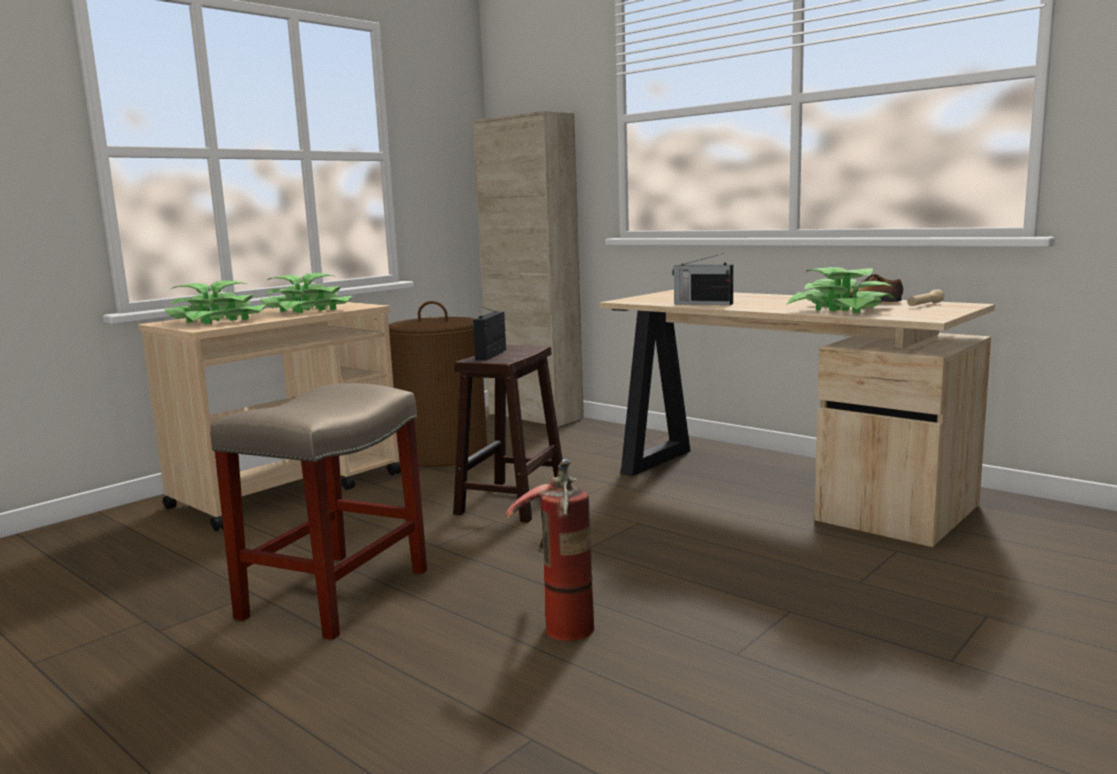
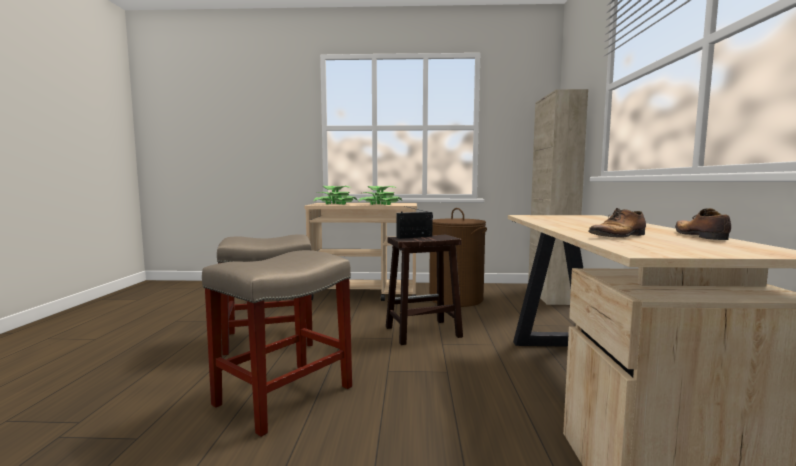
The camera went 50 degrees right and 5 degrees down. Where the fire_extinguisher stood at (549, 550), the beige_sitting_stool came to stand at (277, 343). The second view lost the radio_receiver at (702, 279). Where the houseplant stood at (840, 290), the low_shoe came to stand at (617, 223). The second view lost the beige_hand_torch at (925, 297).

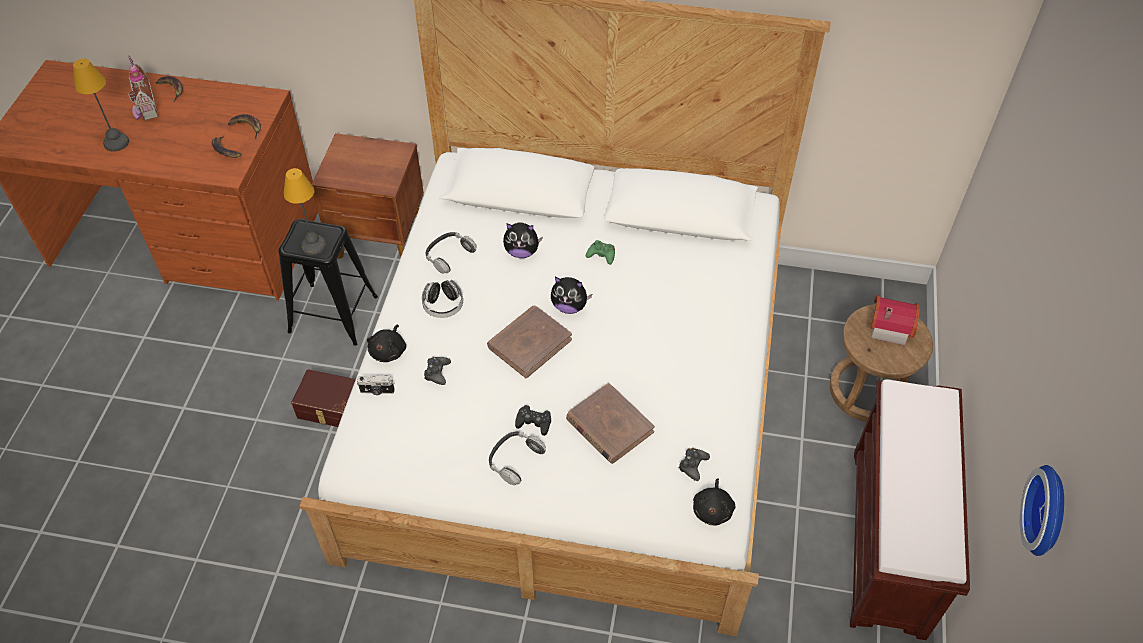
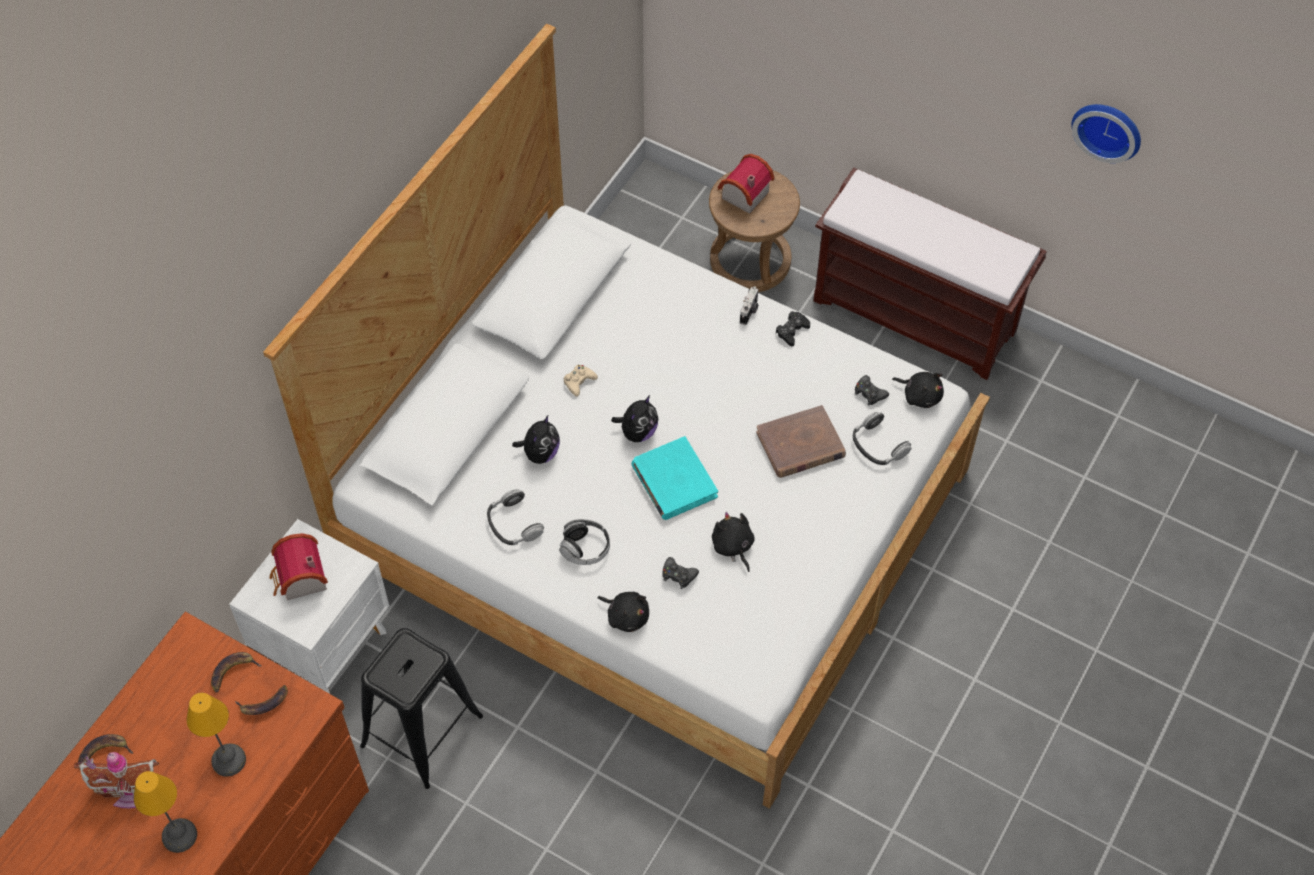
The camera went 70 degrees left and 5 degrees up. The lamp_for_a_table ended up elsewhere, having gone from (304, 211) to (216, 735). The second view lost the brown-coloured_storage_bin at (323, 398). What was the brown-coloured_bedside_table at (368, 196) turned into the white-coloured_bedside_table at (309, 606). The still_camera ended up elsewhere, having gone from (376, 385) to (749, 305). What was the brown-coloured_bound_book at (529, 342) turned into the turquoise-coloured_bound_book at (675, 478). The headphones ended up elsewhere, having gone from (517, 458) to (882, 438). The blackish_joypad ended up elsewhere, having gone from (533, 420) to (793, 328). What was the greenish_joypad at (600, 252) turned into the beige_joypad at (581, 381). The second view gained the model_house at (299, 566). The second view gained the blackish_plush_toy at (733, 542).

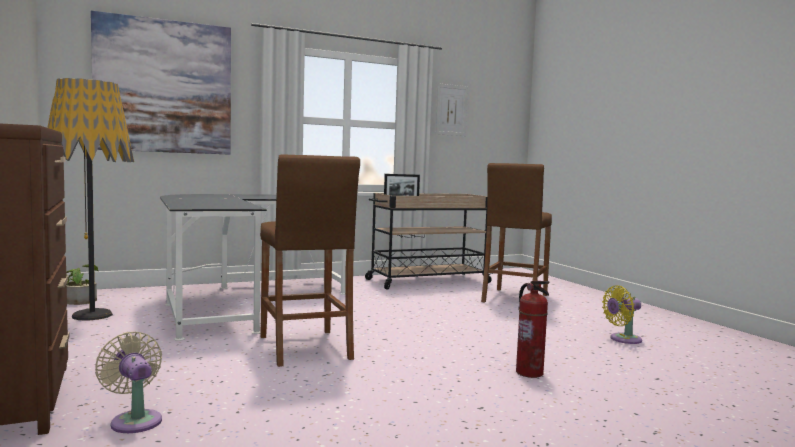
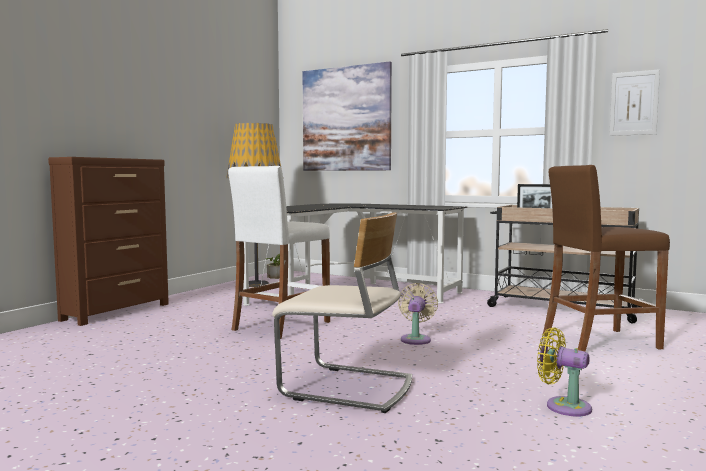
The camera went 55 degrees right and 0 degrees up. The beige_electric_fan ended up elsewhere, having gone from (128, 382) to (418, 314). What was the brown-coloured_sitting_stool at (310, 260) turned into the white-coloured_sitting_stool at (279, 252). Where the fire_extinguisher stood at (532, 329), the beige_chair came to stand at (342, 313).

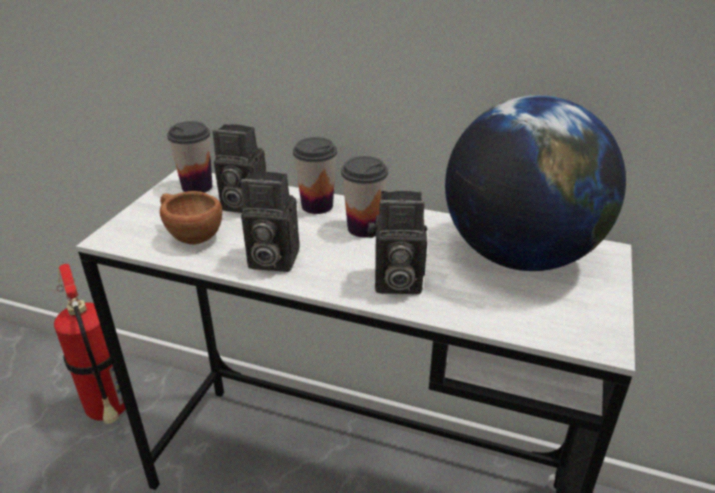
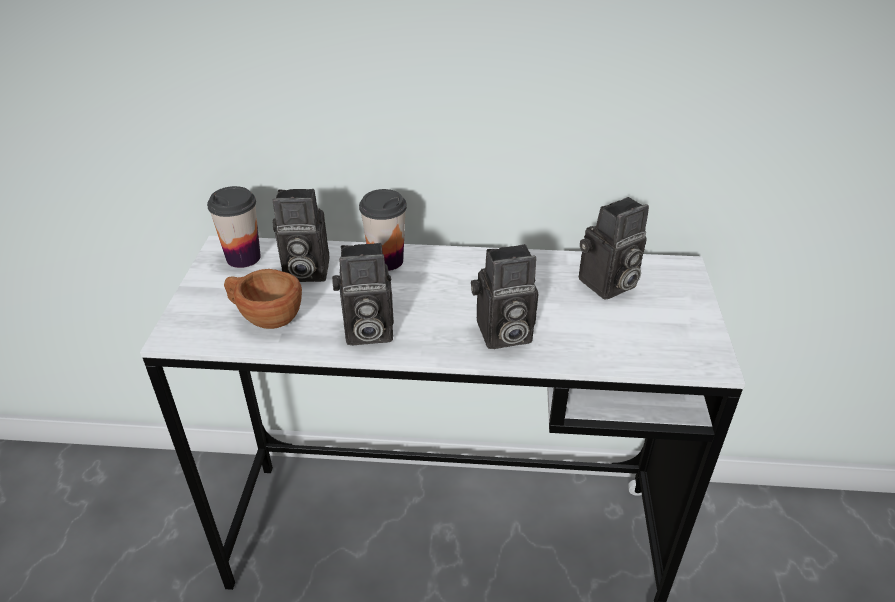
The camera went 15 degrees left and 5 degrees up. The second view lost the fire_extinguisher at (90, 344). The second view lost the drinking_cup at (364, 196). Where the globe stood at (535, 183), the still_camera came to stand at (614, 248).

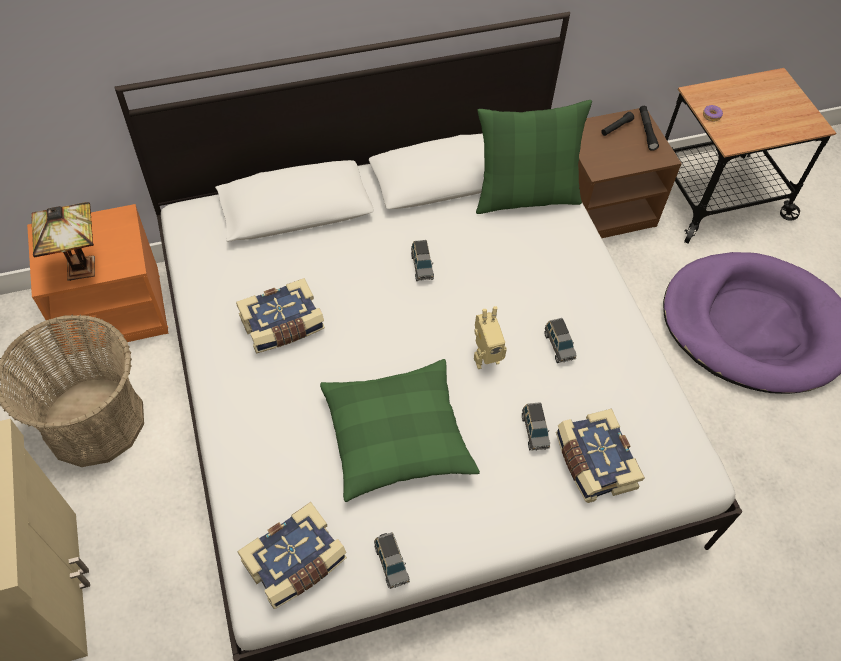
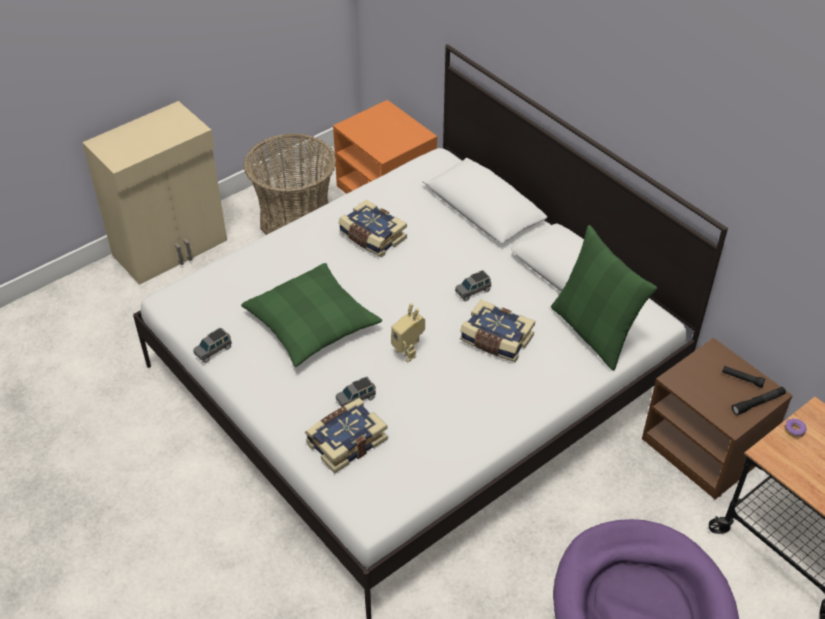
The camera went 70 degrees right and 10 degrees down. The second view lost the lamp_for_a_table at (63, 241). The bound_book ended up elsewhere, having gone from (292, 555) to (497, 331). The second view lost the gray_toy_car at (560, 340).

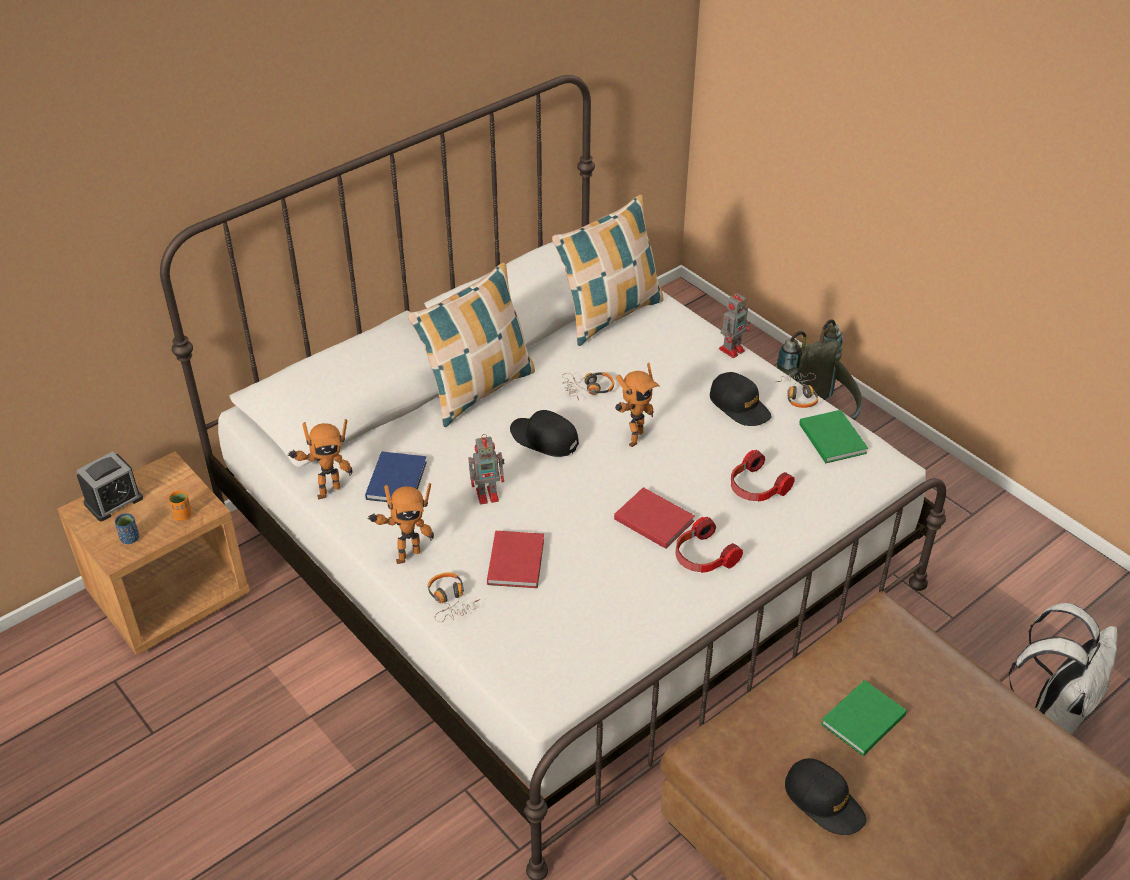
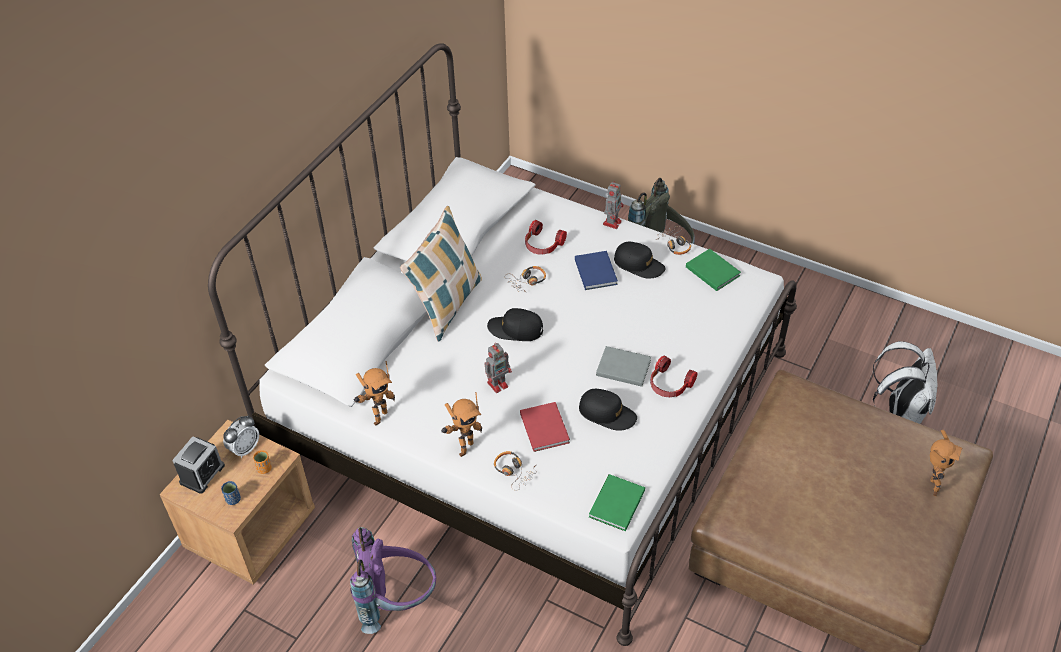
The camera went 20 degrees left and 5 degrees up. The bluish_bound_book ended up elsewhere, having gone from (396, 476) to (596, 270). The second view lost the pillow at (608, 270). What was the reddish_bound_book at (654, 518) turned into the gray_bound_book at (623, 366). The robot_figure ended up elsewhere, having gone from (637, 405) to (946, 463). The headphones ended up elsewhere, having gone from (763, 476) to (546, 237). The blackish_cap ended up elsewhere, having gone from (825, 796) to (608, 410). The greenish_bound_book ended up elsewhere, having gone from (864, 718) to (617, 502). The second view gained the bedside_clock at (241, 437). The second view gained the purplish_rucksack at (393, 580).

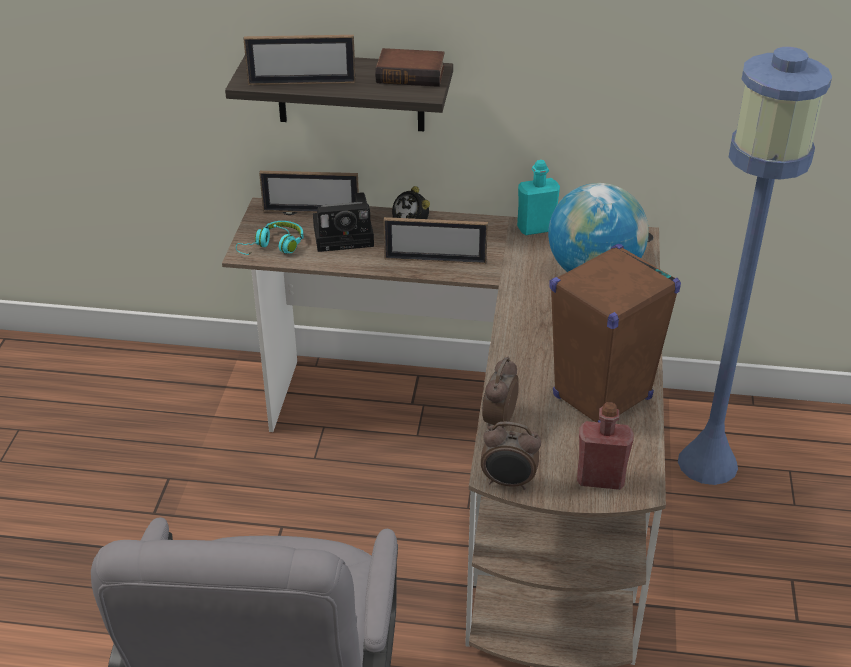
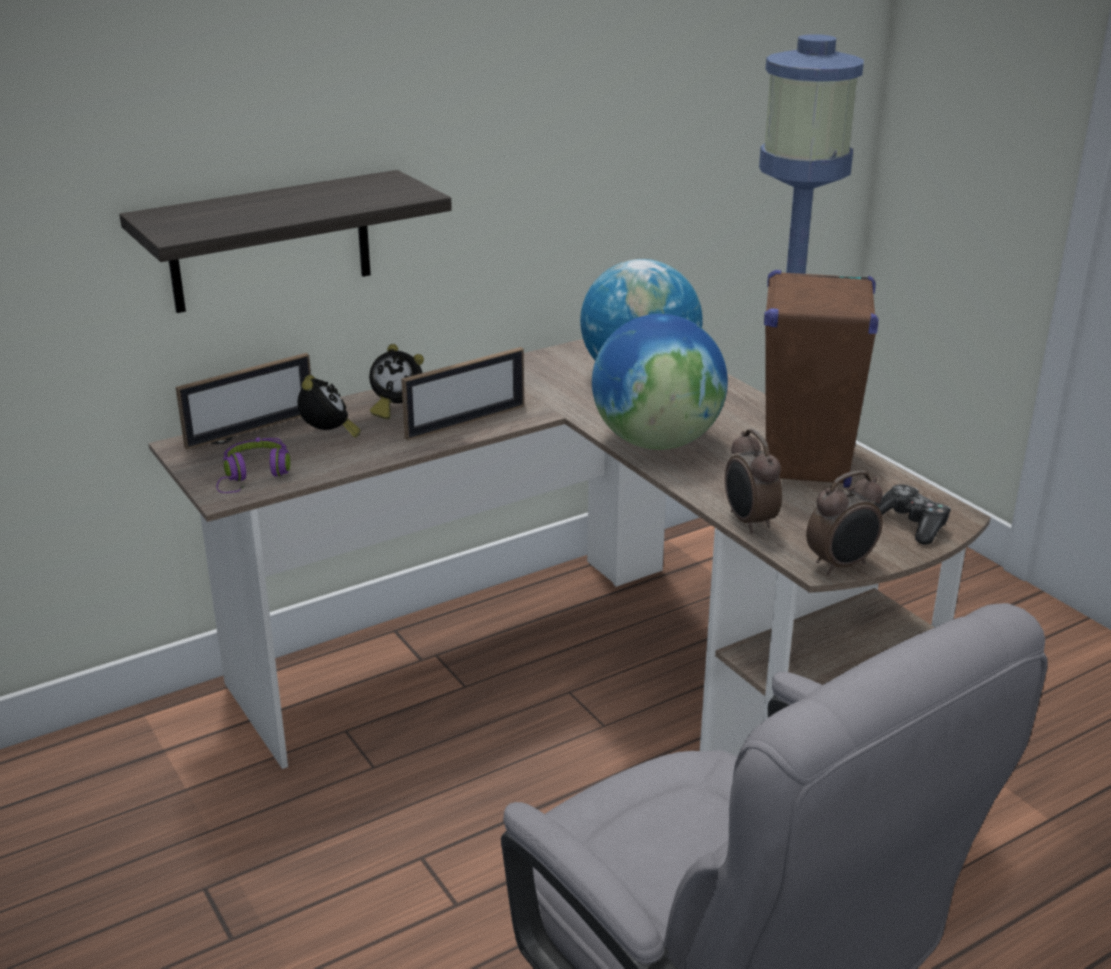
The camera went 40 degrees left and 10 degrees down. What was the turquoise-coloured_headphones at (269, 238) turned into the purplish_headphones at (253, 465). The second view lost the standing_frame at (299, 60). Where the still_camera stood at (343, 222), the bedside_clock came to stand at (329, 406). The second view lost the bound_book at (410, 67). The second view lost the turquoise-coloured_beverage_bottle at (538, 197). Where the reddish_beverage_bottle stood at (605, 446), the joypad came to stand at (912, 514). The second view gained the globe at (660, 382).

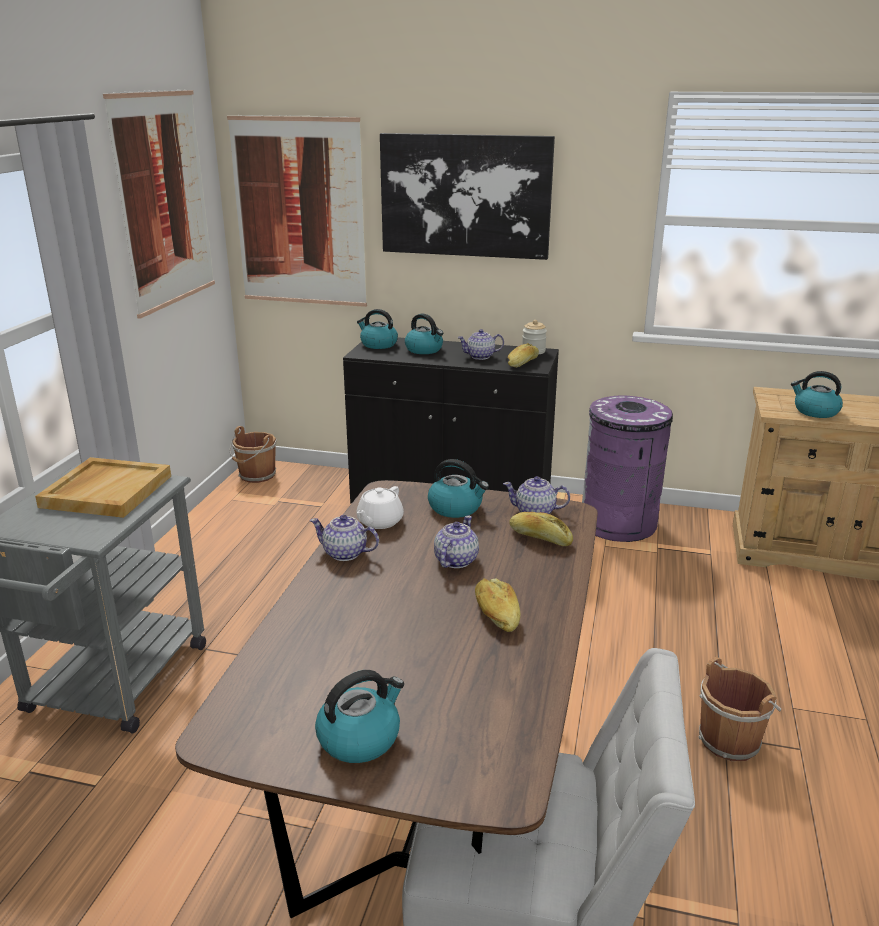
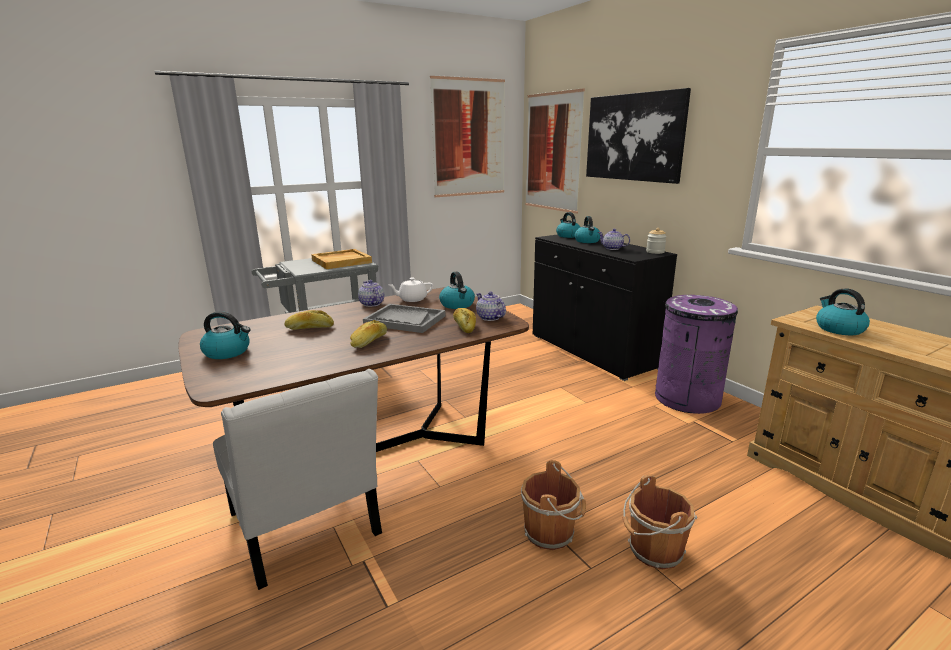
The camera went 45 degrees right and 5 degrees down. The brown-coloured_pail ended up elsewhere, having gone from (253, 454) to (660, 521). Where the pot_for_tea stood at (456, 542), the gray_tray came to stand at (404, 318). The bakery_bread ended up elsewhere, having gone from (523, 355) to (309, 320).

